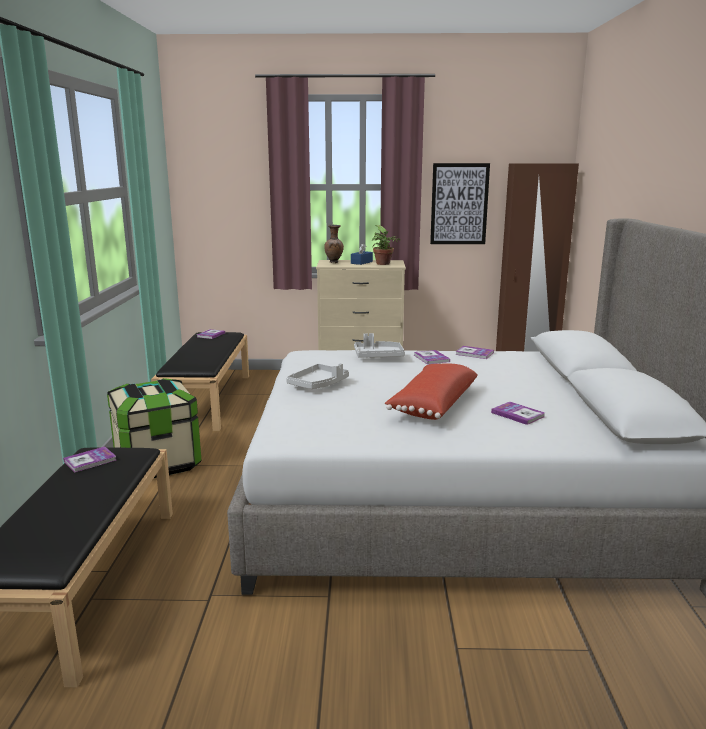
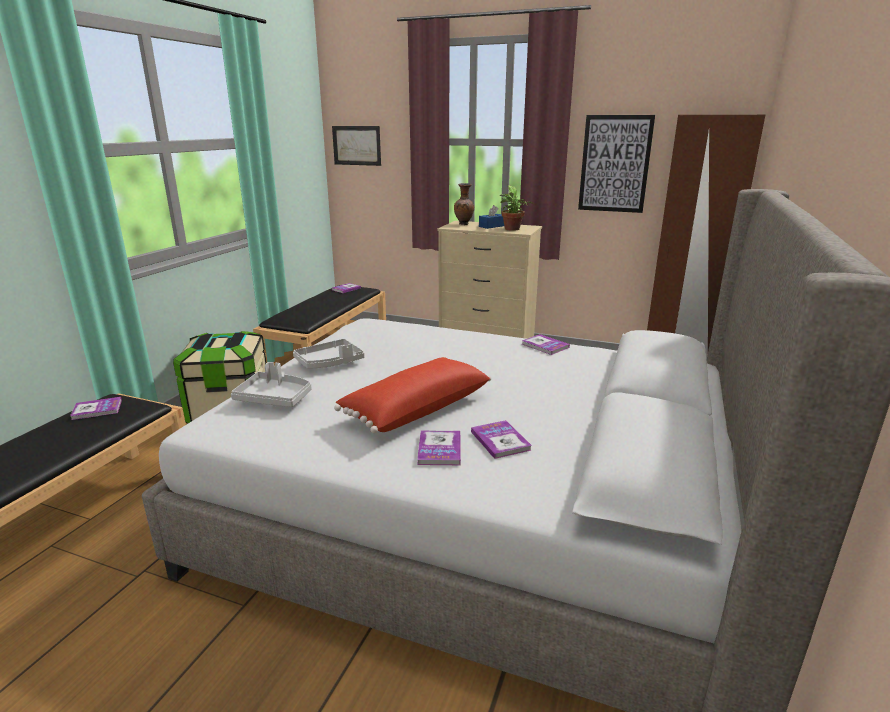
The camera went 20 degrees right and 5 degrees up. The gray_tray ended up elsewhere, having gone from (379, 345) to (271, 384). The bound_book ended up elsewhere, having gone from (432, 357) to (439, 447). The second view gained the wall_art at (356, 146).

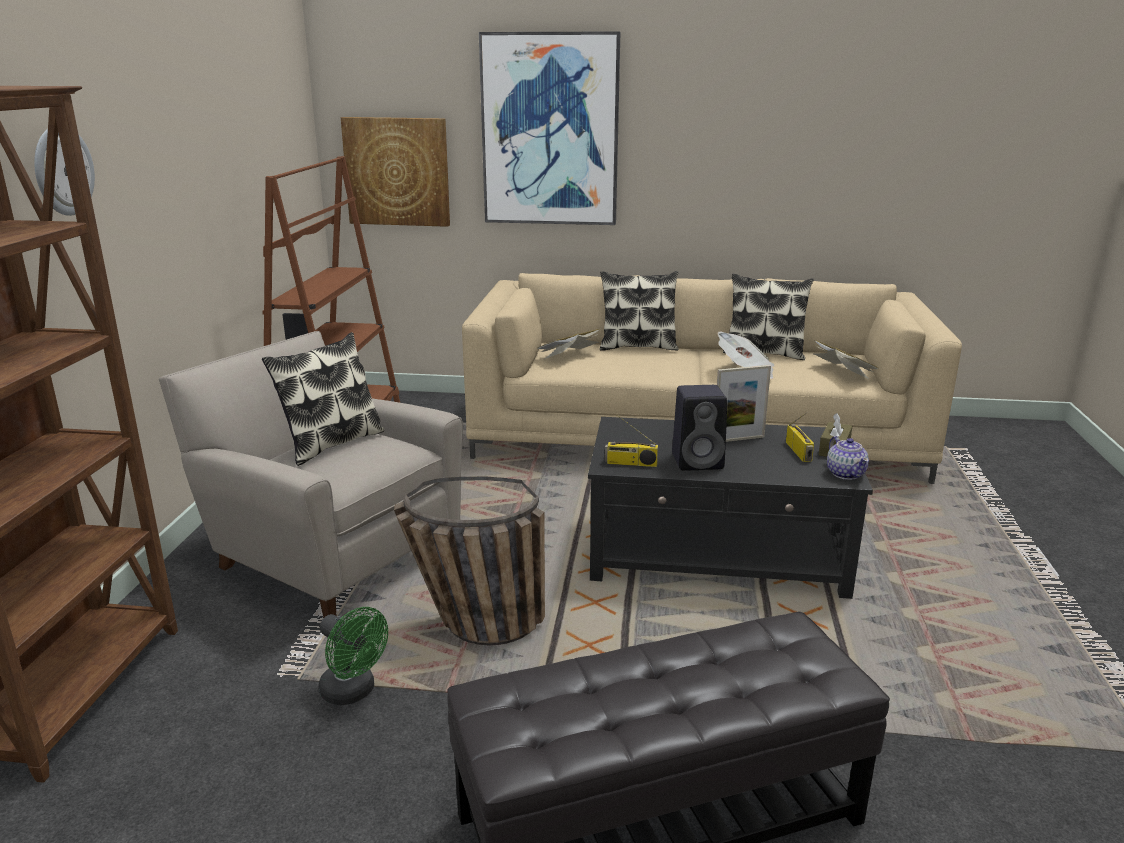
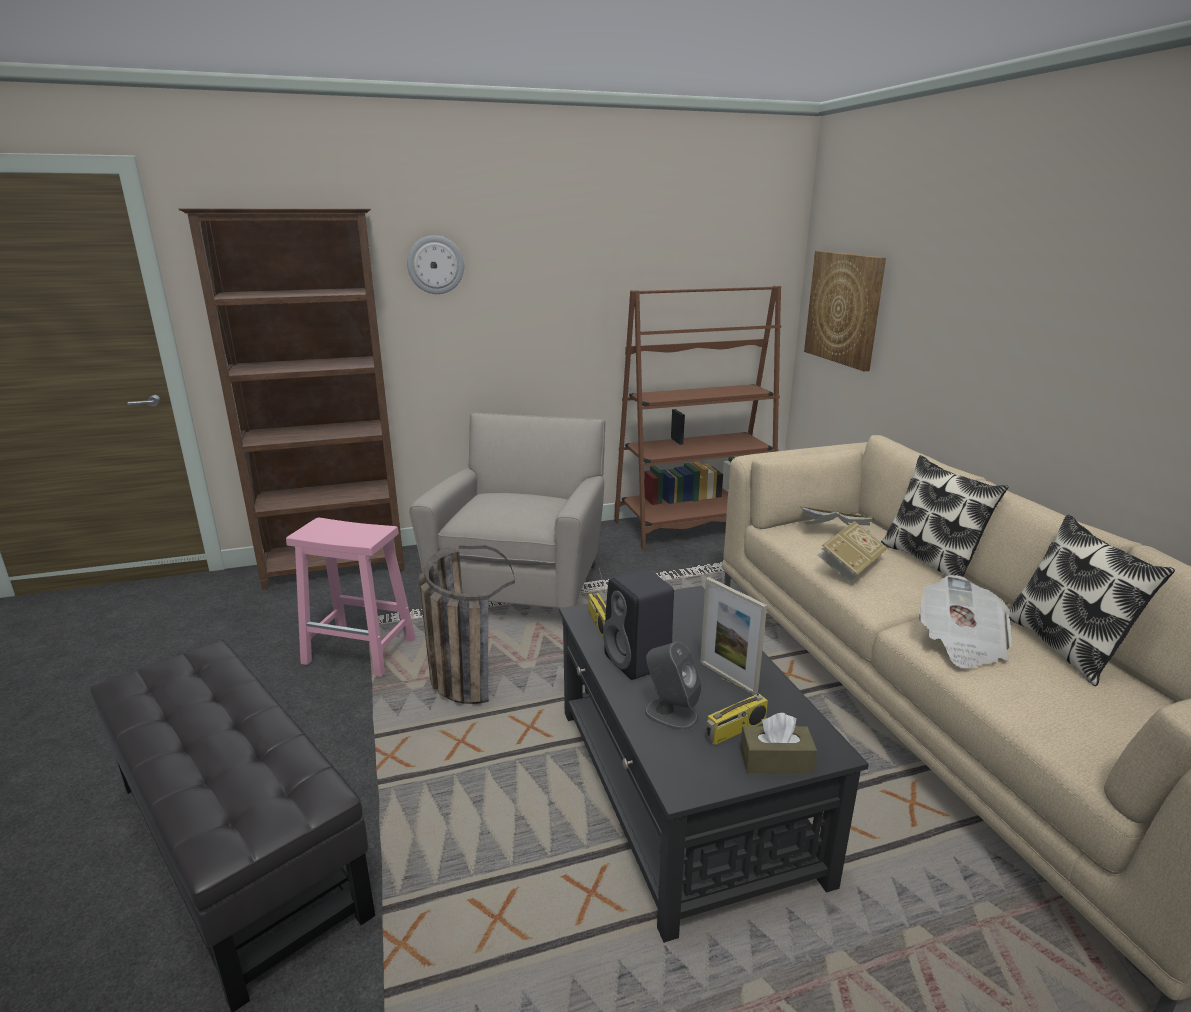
The camera went 65 degrees right and 0 degrees up. The second view lost the pillow at (323, 399). Where the greenish_electric_fan stood at (353, 656), the pink_sitting_stool came to stand at (351, 597). The second view lost the wall_art at (549, 128). The bound_book ended up elsewhere, having gone from (846, 359) to (853, 552). The second view lost the pot_for_tea at (848, 458). The second view gained the gray_loudspeaker at (673, 686).

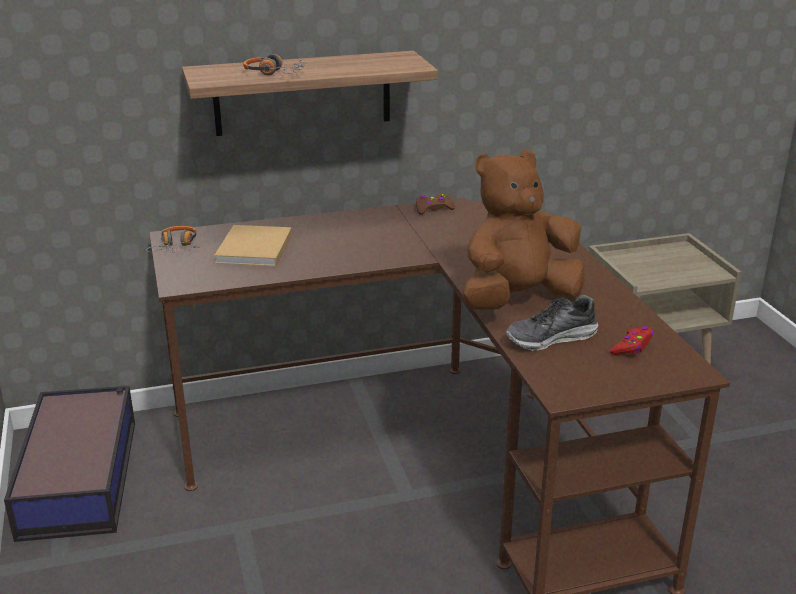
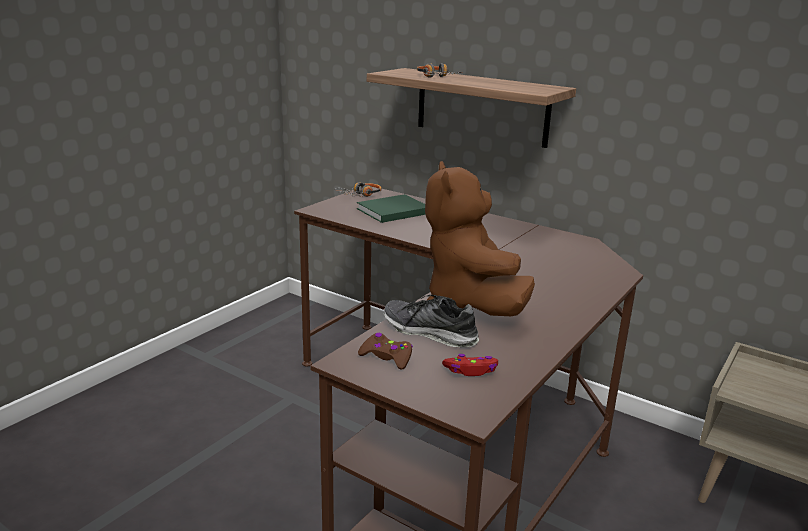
The camera went 50 degrees right and 5 degrees down. The second view lost the storage_bin at (69, 464). What was the beige_bound_book at (253, 246) turned into the greenish_bound_book at (391, 208). The brown-coloured_joypad ended up elsewhere, having gone from (435, 203) to (385, 351). The brown-coloured_plush_toy at (523, 230) ended up facing another way, 120 degrees counterclockwise from before.

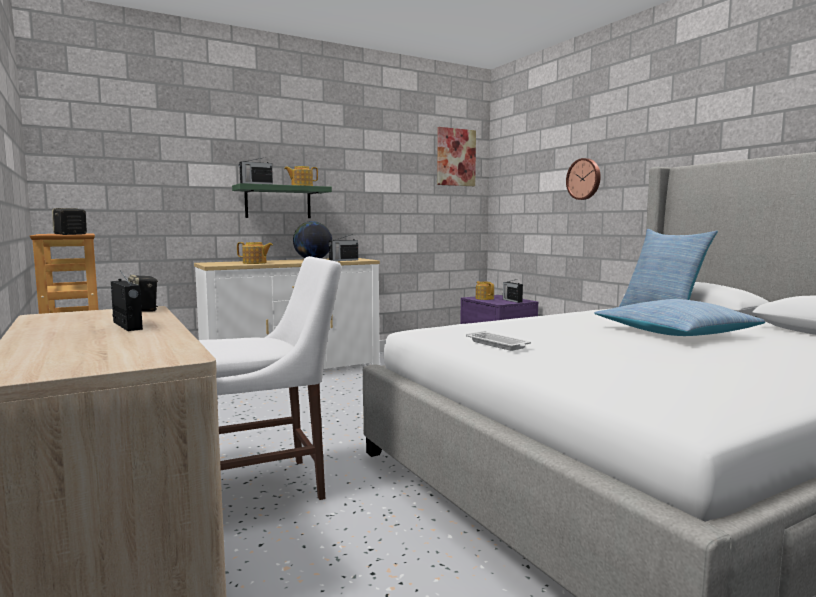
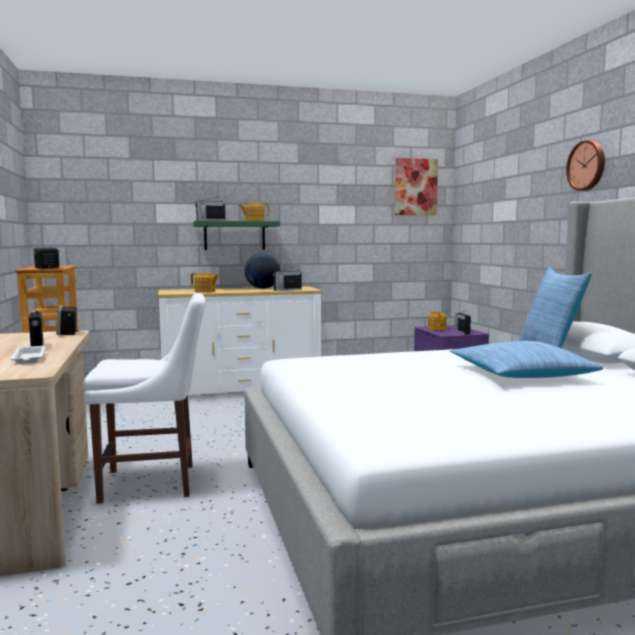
The camera went 15 degrees right and 0 degrees up. The white-coloured_tray ended up elsewhere, having gone from (498, 341) to (28, 355). The clock_on_the_wall ended up elsewhere, having gone from (583, 179) to (585, 165).

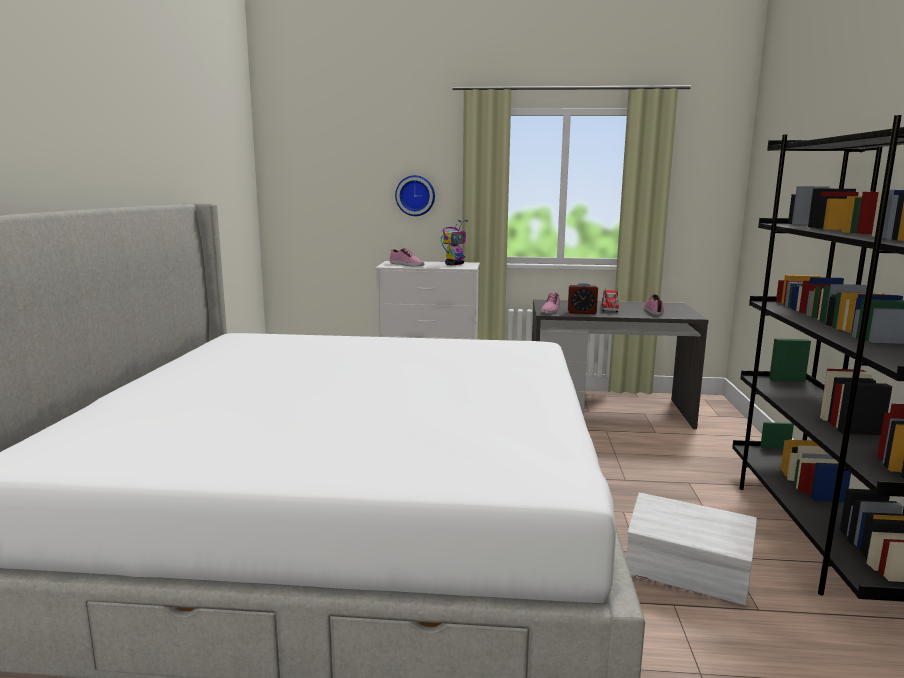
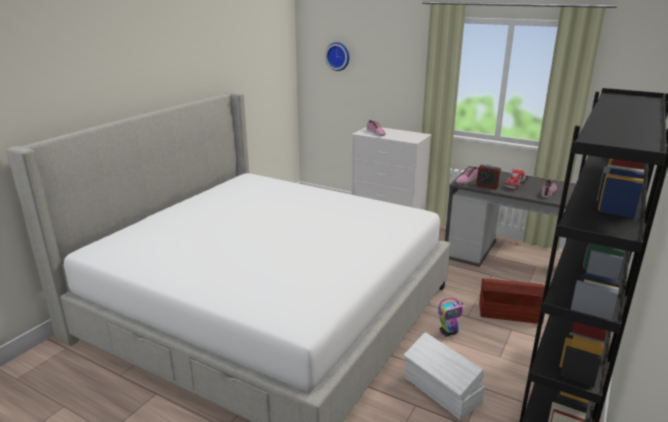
The camera went 25 degrees right and 10 degrees up. The clock_on_the_wall ended up elsewhere, having gone from (415, 195) to (337, 56). The robot_figure ended up elsewhere, having gone from (454, 242) to (450, 317). The second view gained the brown-coloured_storage_bin at (512, 301).

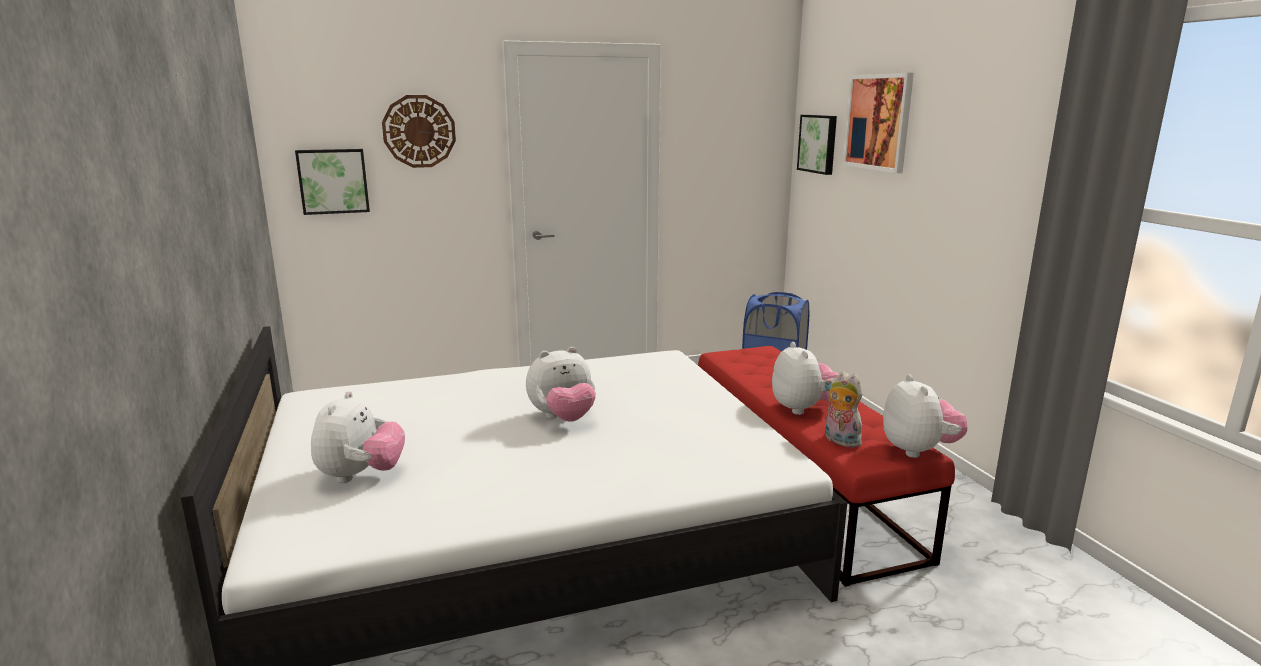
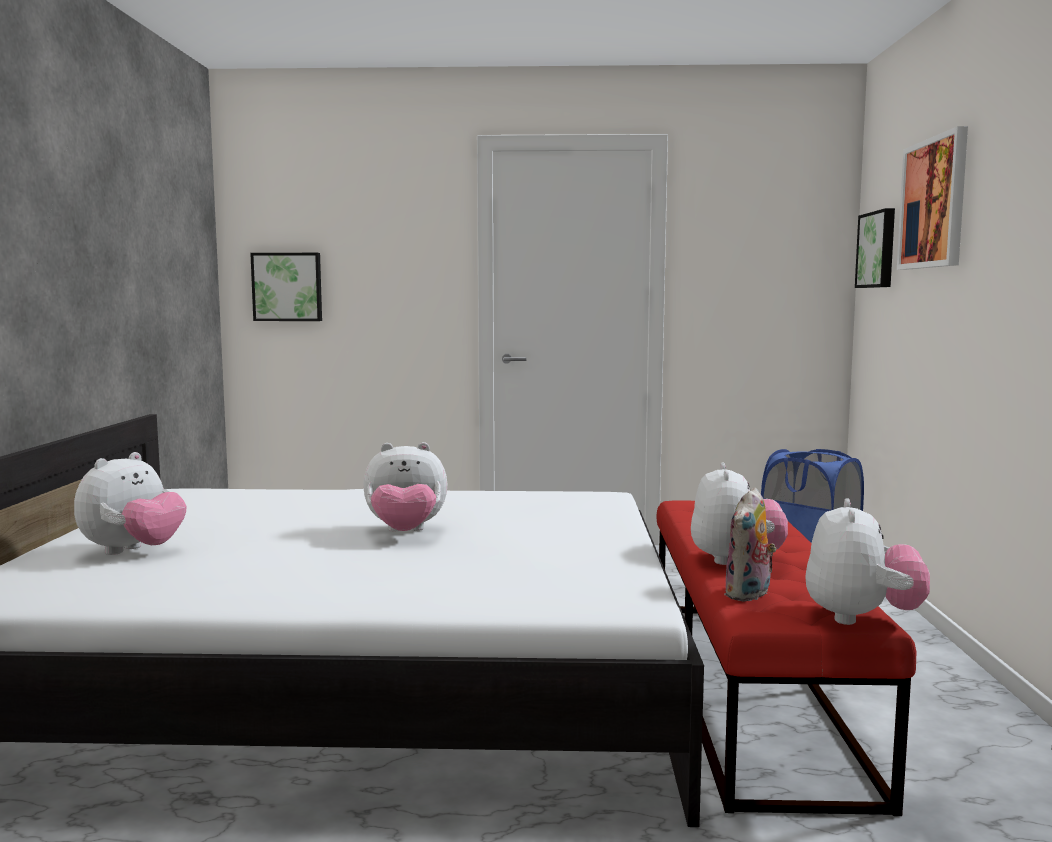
The camera went 20 degrees right and 10 degrees down. The second view lost the clock_on_the_wall at (419, 131). The plush_toy at (843, 409) ended up facing another way, 120 degrees counterclockwise from before.

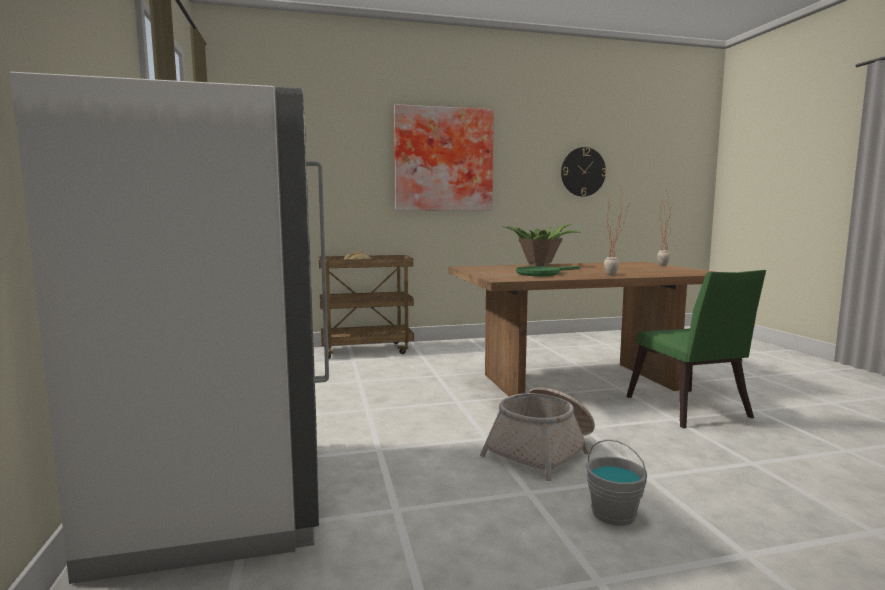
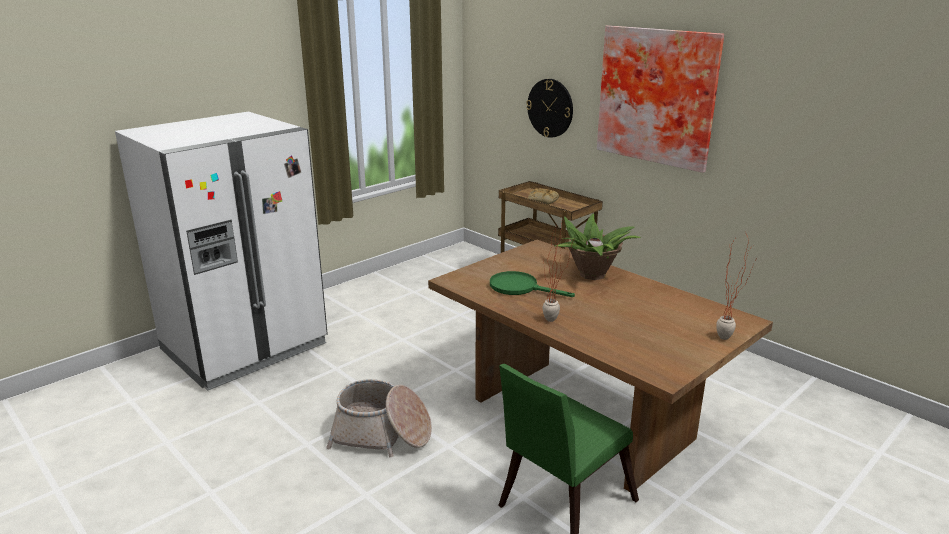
The camera went 60 degrees right and 15 degrees up. The clock_on_the_wall ended up elsewhere, having gone from (583, 172) to (549, 108). The second view lost the gray_pail at (616, 482).

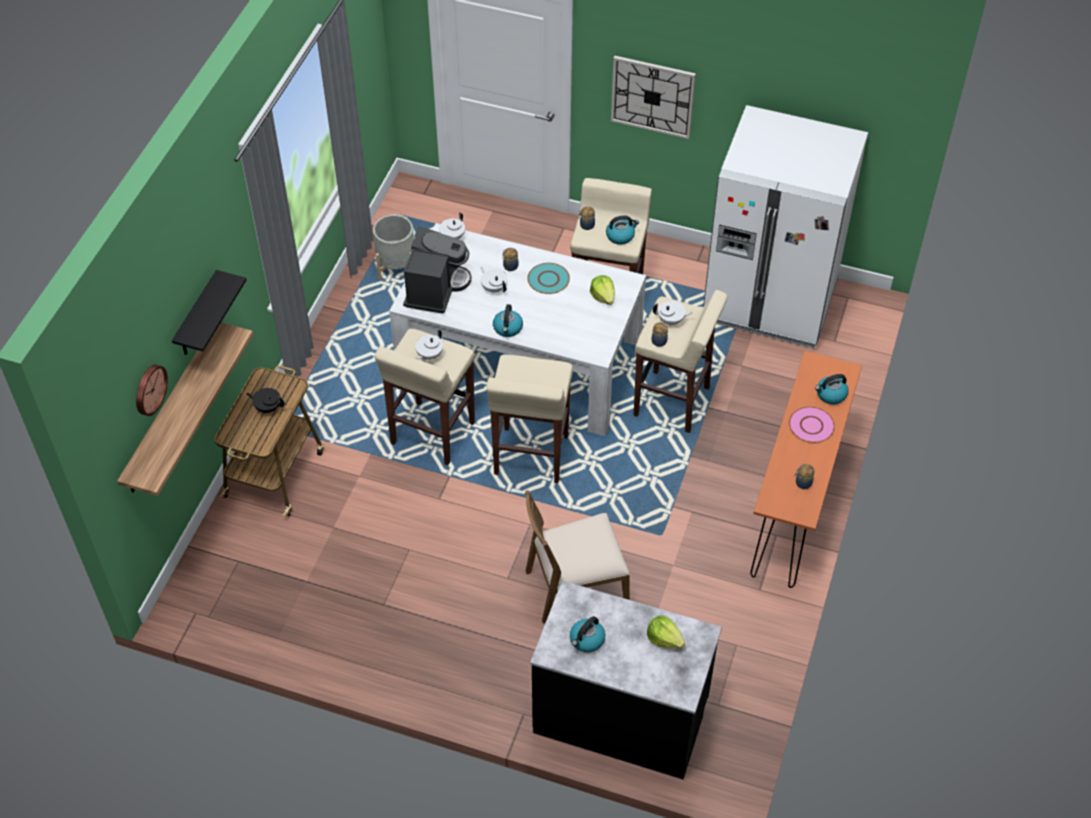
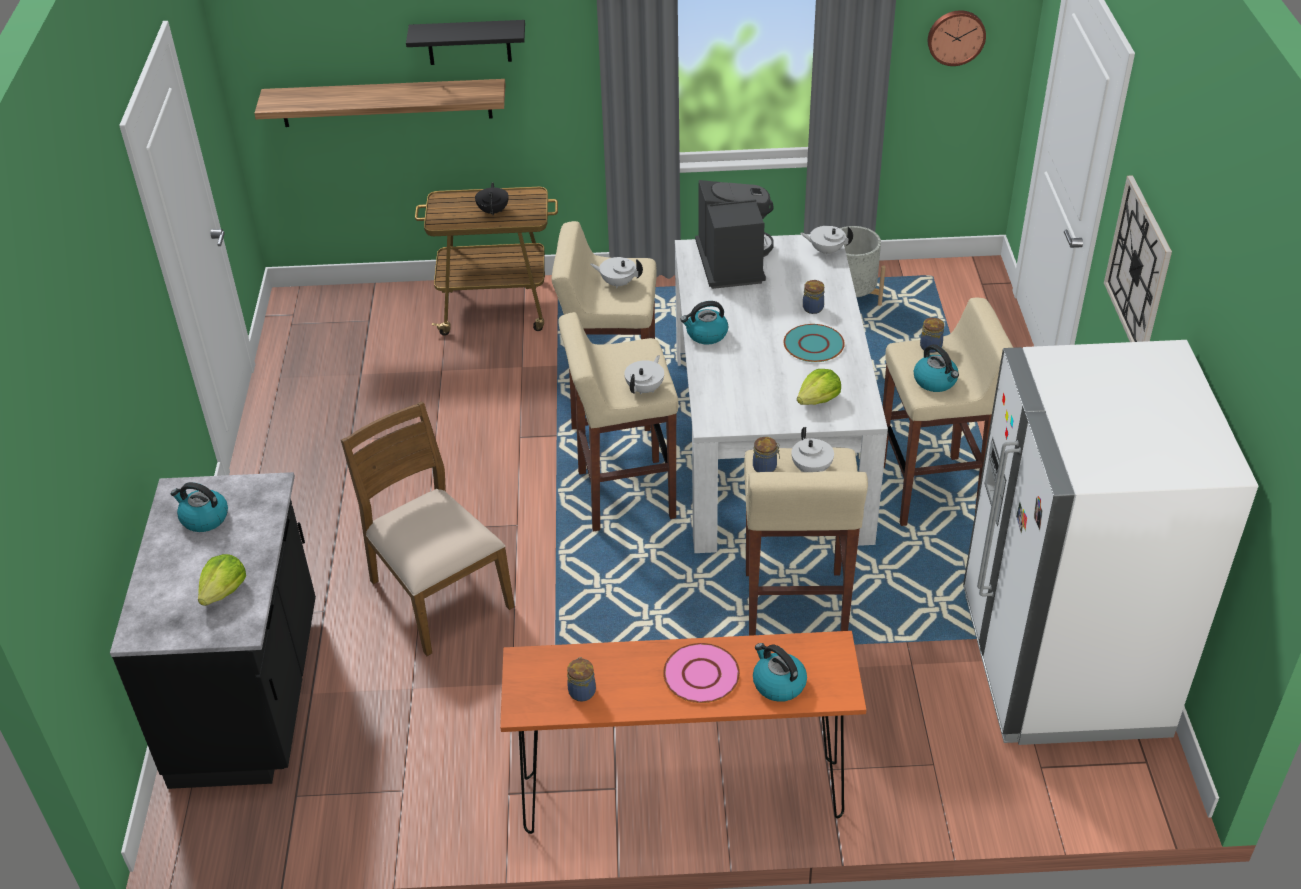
The camera went 70 degrees right and 10 degrees down. The clock_on_the_wall ended up elsewhere, having gone from (152, 390) to (957, 38). The coffee_maker at (437, 270) ended up facing another way, 90 degrees counterclockwise from before. The white-coloured_pot_for_tea ended up elsewhere, having gone from (493, 279) to (644, 375).

